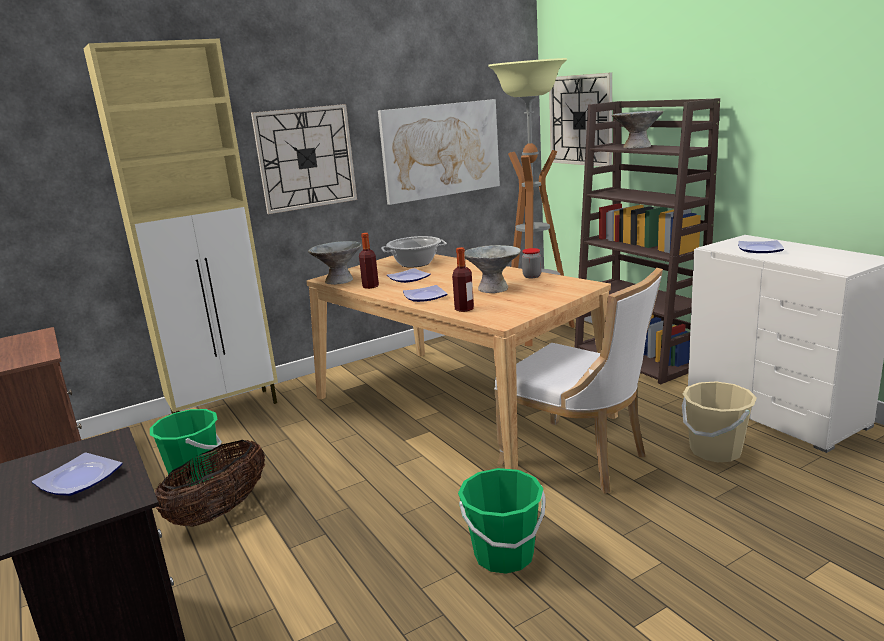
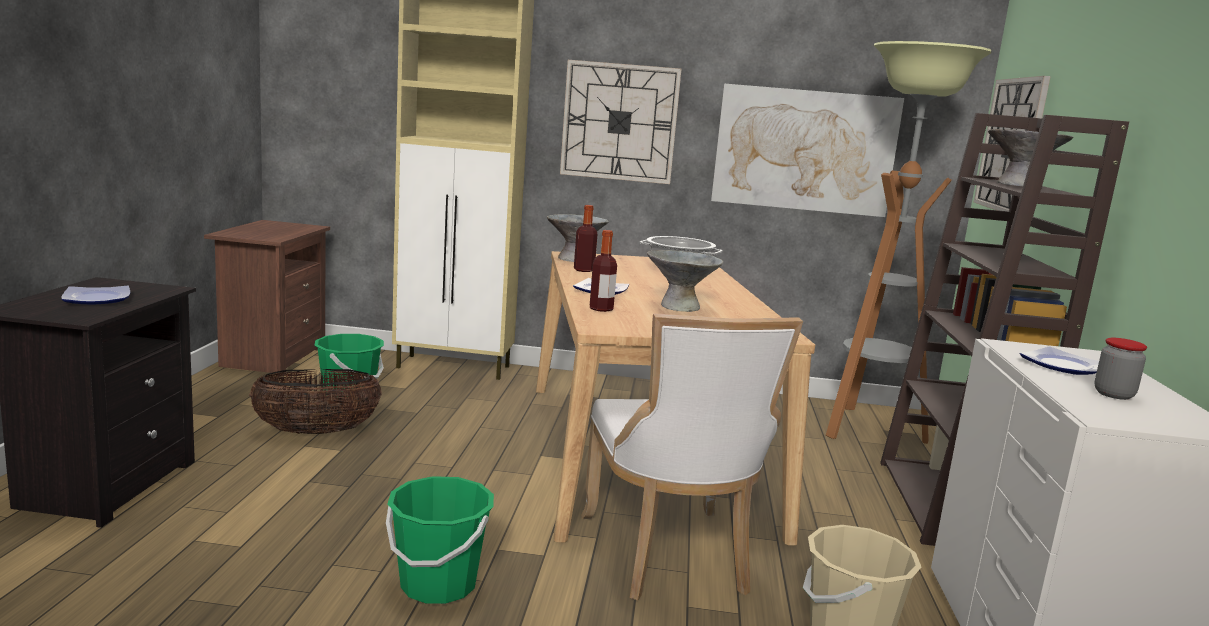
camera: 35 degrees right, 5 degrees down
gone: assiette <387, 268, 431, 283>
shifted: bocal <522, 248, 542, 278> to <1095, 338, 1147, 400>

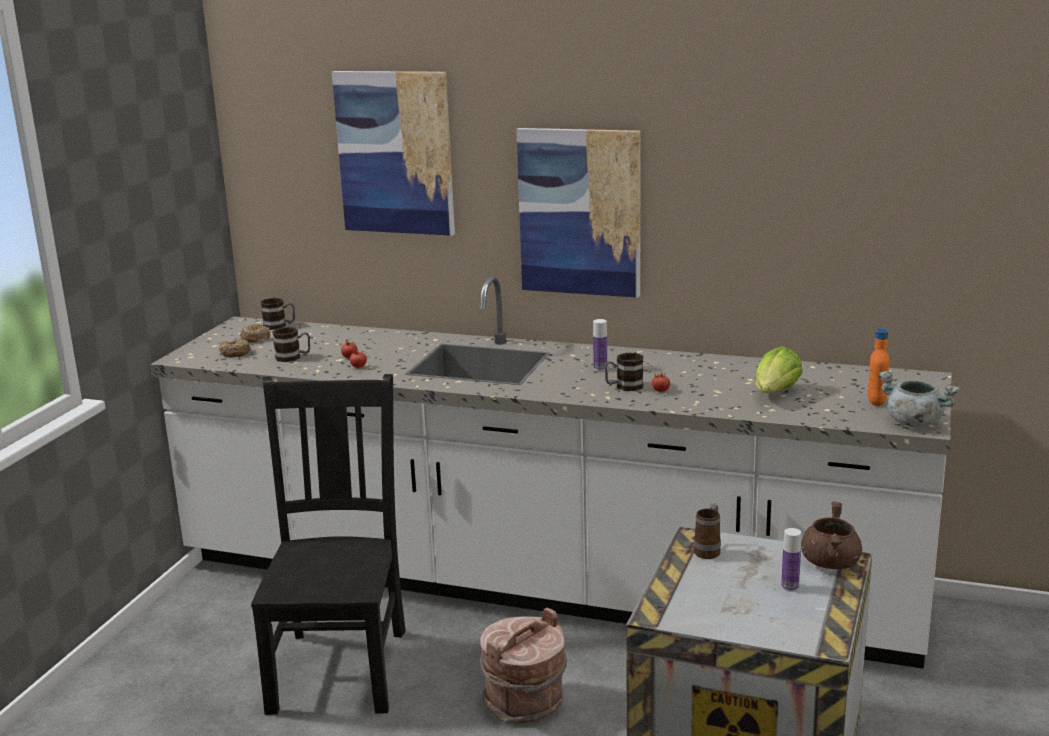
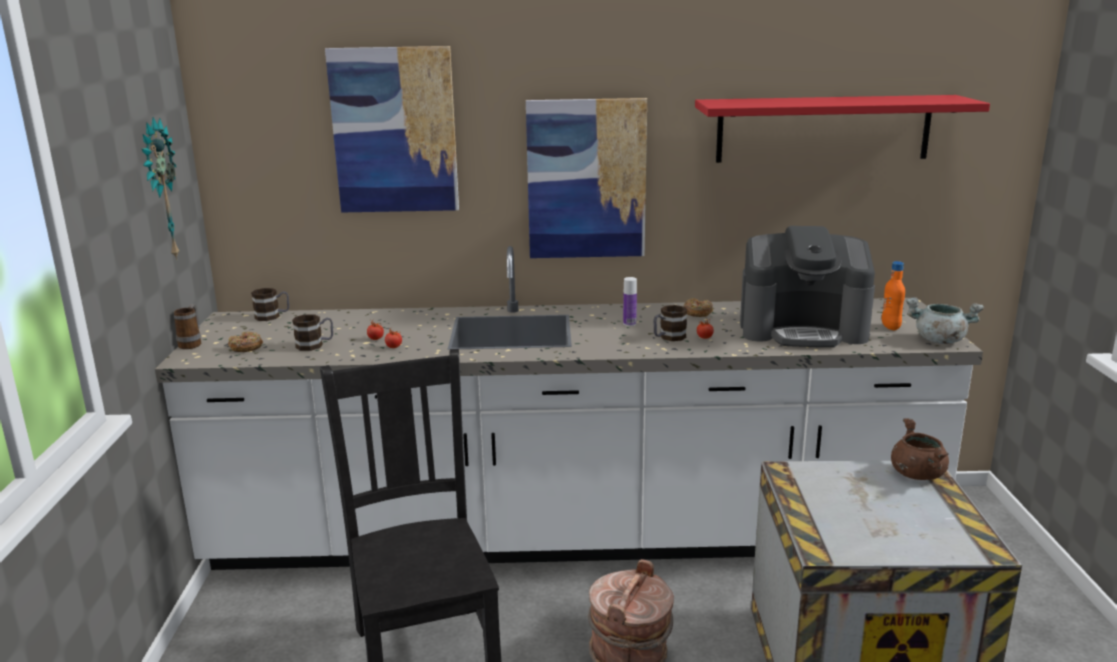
camera: 20 degrees left, 0 degrees up
gone: bouteille <781, 528, 801, 592>
new: horloge murale <142, 117, 180, 260>; étagère (rouge) <695, 95, 990, 163>
shifted: mug <694, 503, 721, 559> to <174, 304, 201, 349>; beignet <240, 324, 270, 343> to <684, 298, 713, 317>
swapped: laitue <755, 346, 803, 393> to machine à café <740, 226, 875, 347>

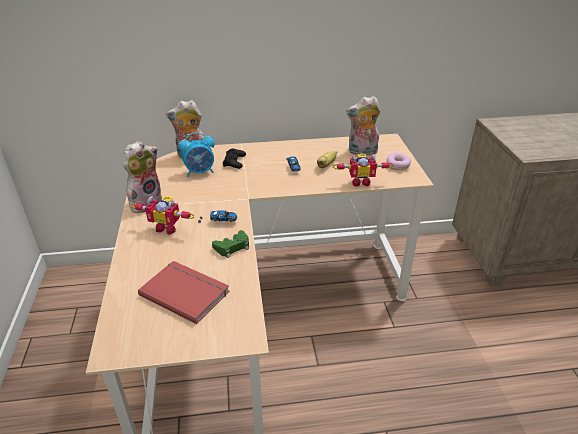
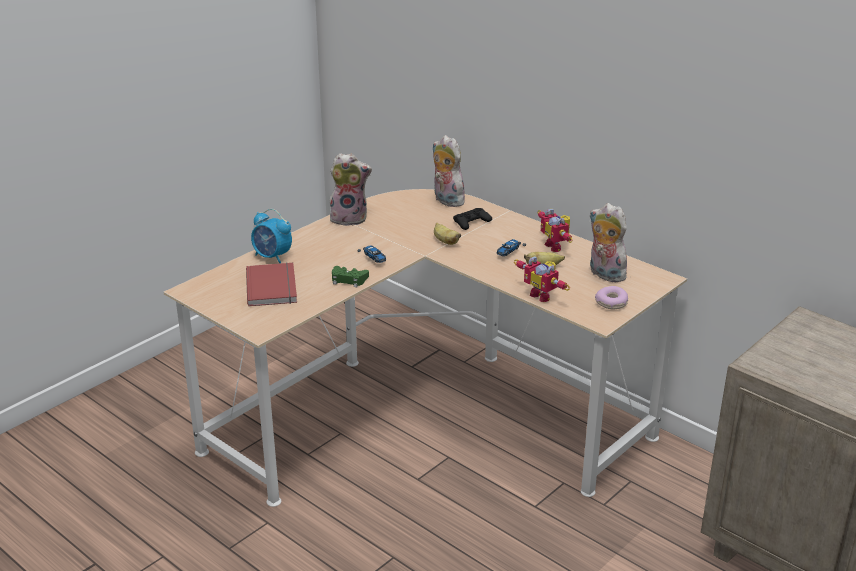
camera: 50 degrees right, 5 degrees down
new: banane <434, 223, 461, 245>
shifted: réveil <179, 132, 215, 177> to <251, 209, 292, 263>; robot jouet <132, 196, 194, 235> to <538, 209, 572, 252>

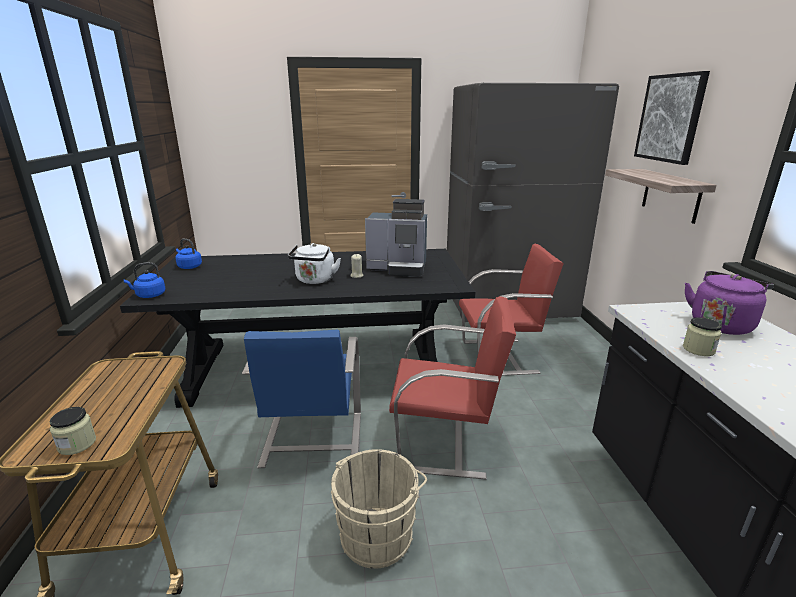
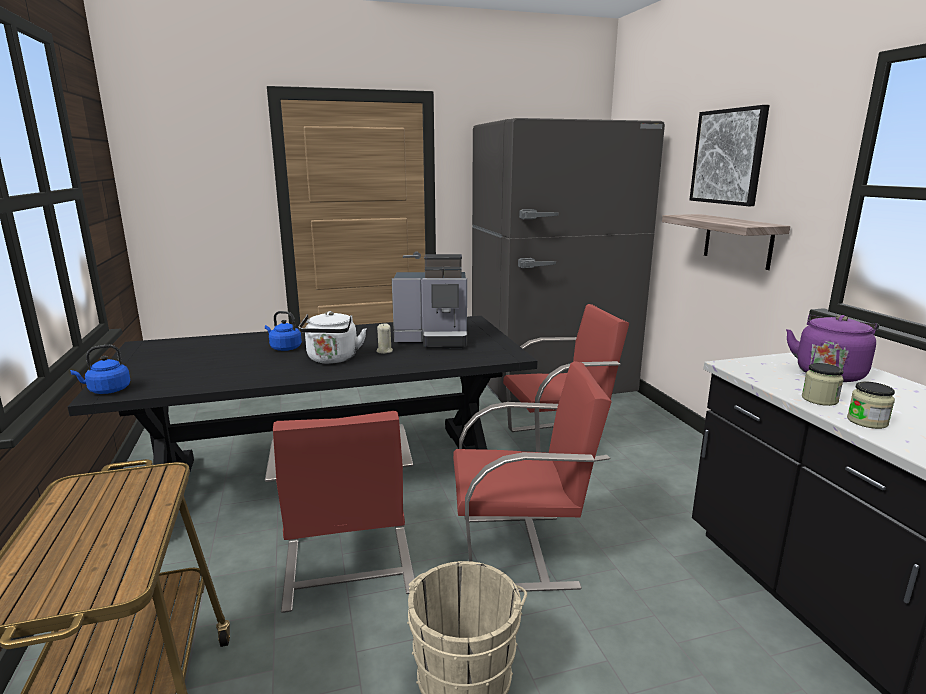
camera: 10 degrees left, 5 degrees down
shifted: bouilloire (bleu) <175, 239, 202, 269> to <265, 311, 302, 351>; bocal <49, 407, 96, 455> to <847, 382, 895, 429>
repainted: chaise (bleu) <242, 330, 361, 468> to chaise (rouge) <265, 411, 414, 613>

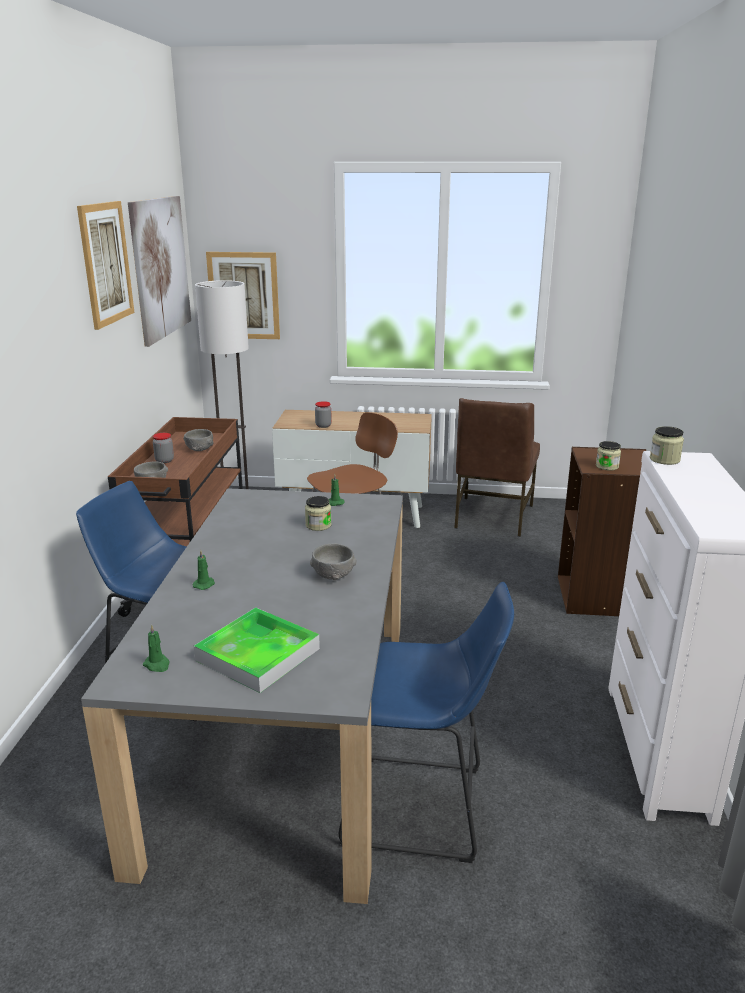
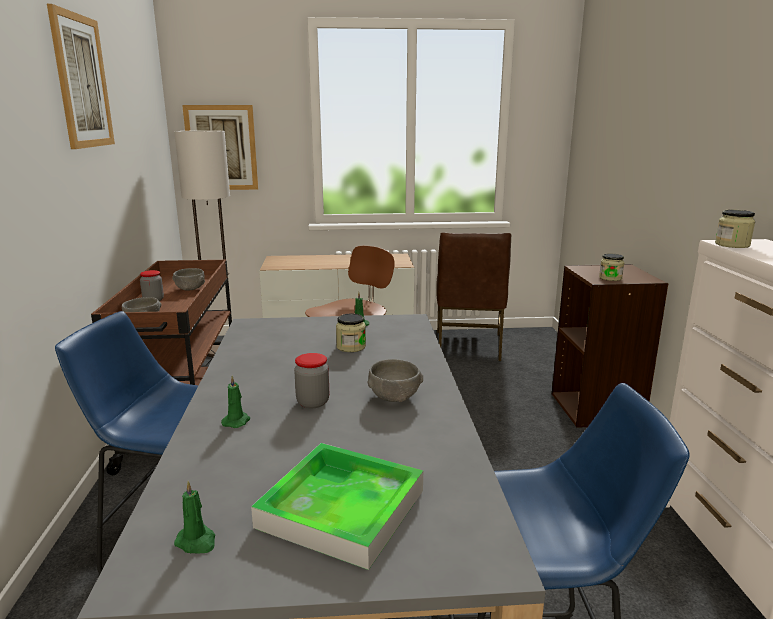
camera: 10 degrees left, 5 degrees down
gone: tableau <128, 196, 191, 347>
shifted: bocal <315, 401, 332, 428> to <294, 353, 329, 408>

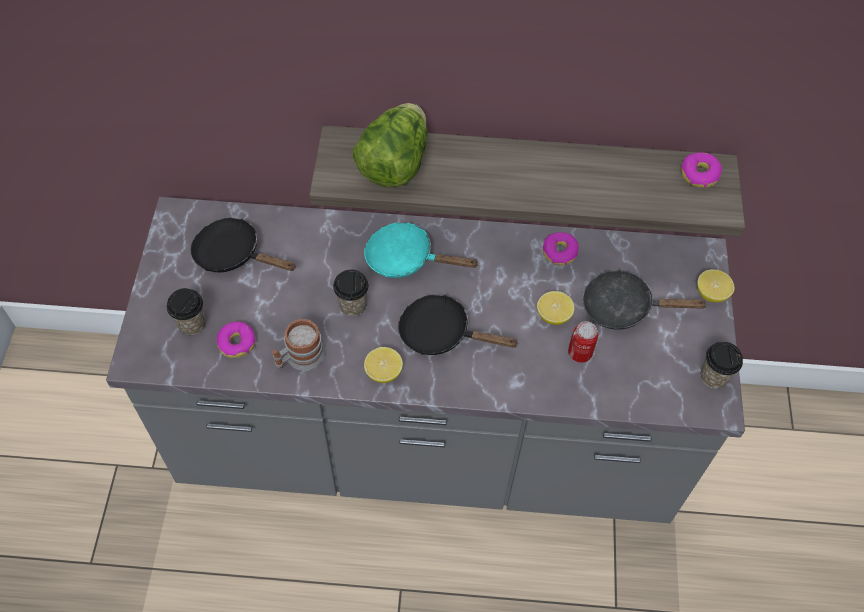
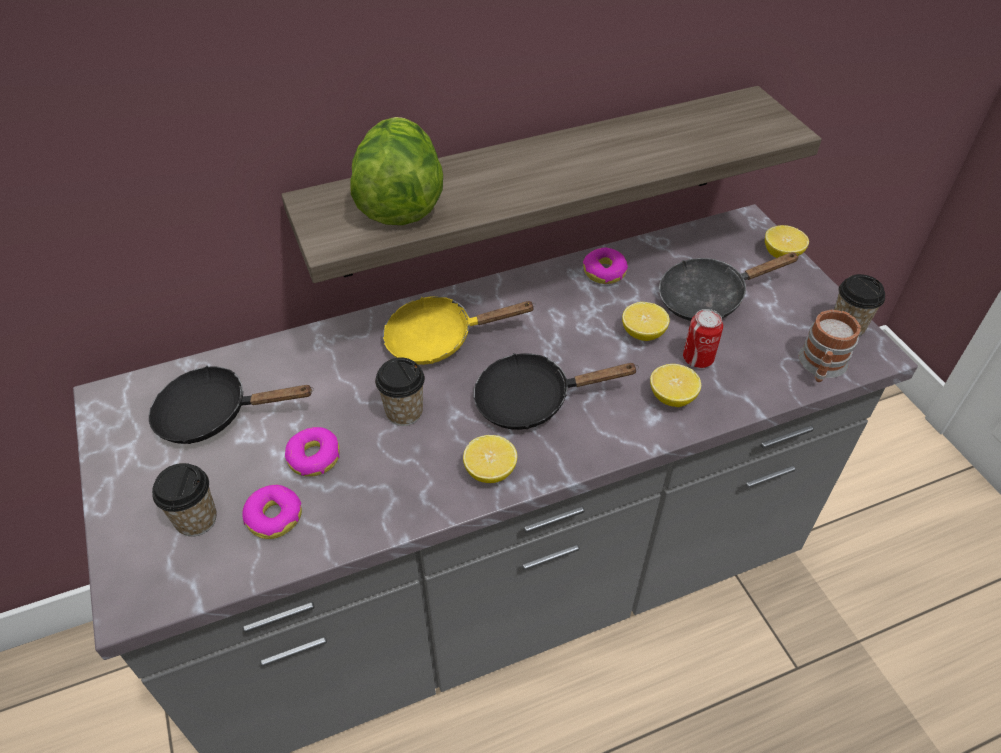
camera: 25 degrees left, 10 degrees down
new: citron <650, 364, 701, 407>
shifted: beignet <681, 152, 722, 188> to <285, 427, 340, 477>; mug <272, 319, 325, 370> to <798, 310, 861, 382>
repainted: poêle (turquoise) <364, 222, 479, 278> to poêle (jaune) <383, 297, 536, 365>

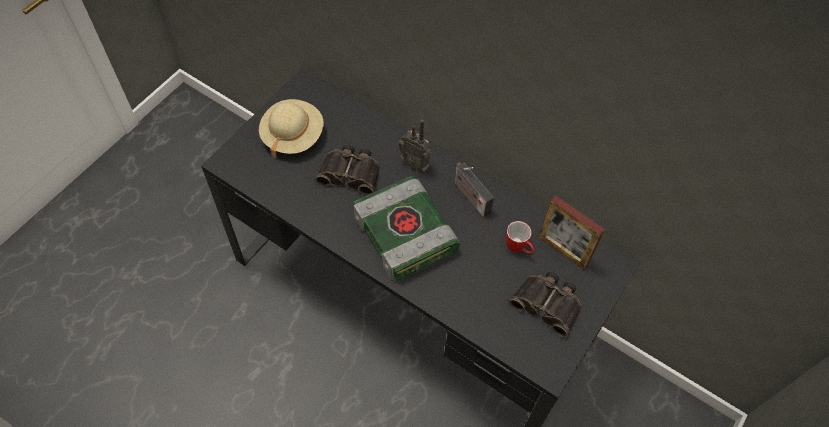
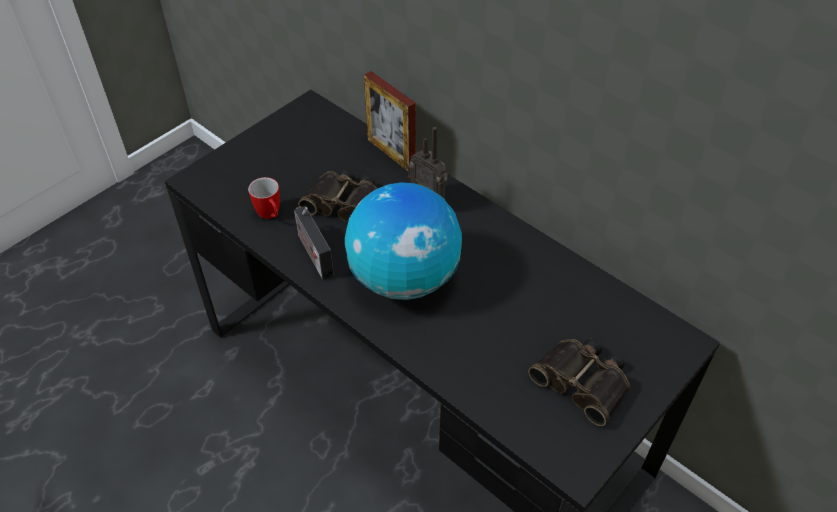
camera: 10 degrees right, 10 degrees down
gone: chapeau (beige) <259, 99, 324, 159>
shifted: mug <506, 221, 534, 253> to <248, 177, 280, 219>; radio <455, 162, 494, 217> to <294, 206, 334, 280>; cadre photo <539, 195, 605, 270> to <364, 71, 416, 172>
swapped: livre <354, 176, 460, 282> to globe <345, 182, 462, 300>

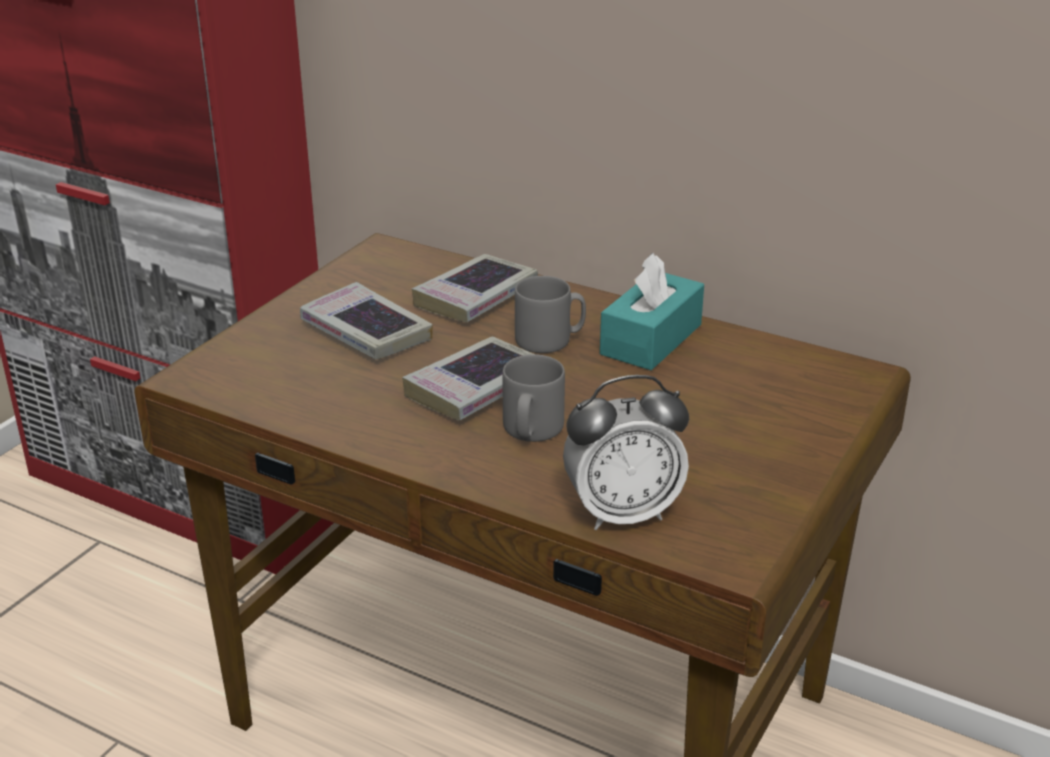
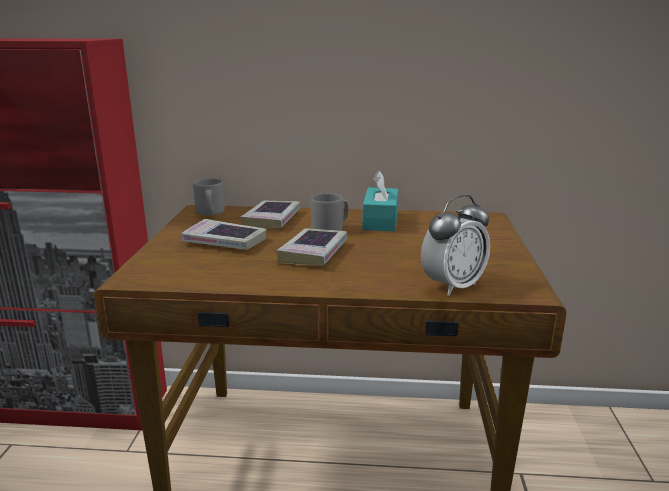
camera: 25 degrees left, 10 degrees down
shifted: mug (gris) <502, 354, 565, 442> to <193, 178, 225, 216>

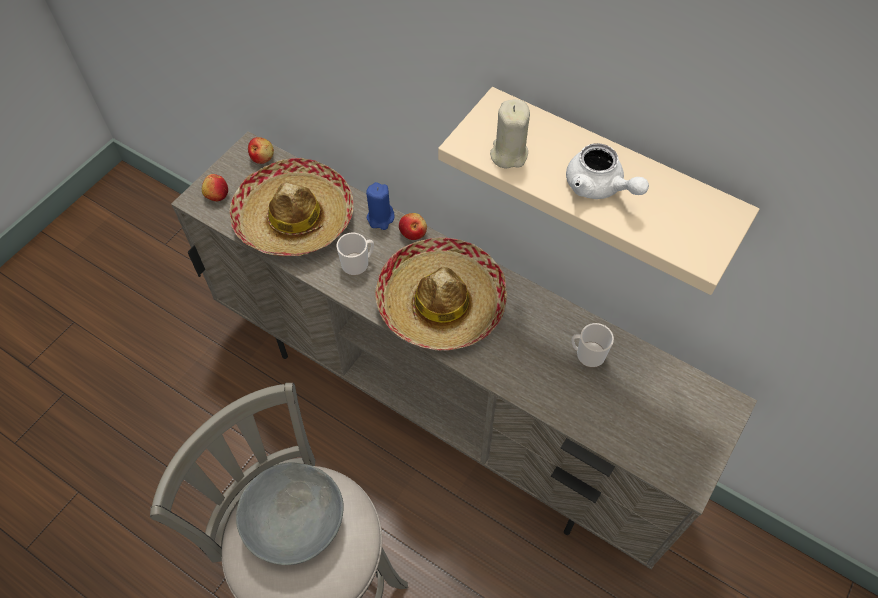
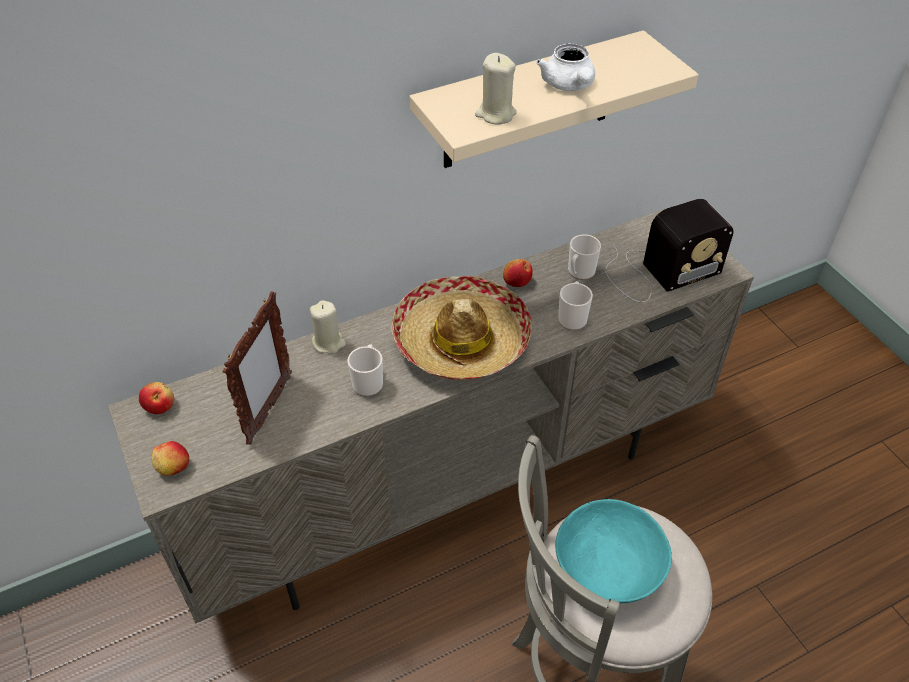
camera: 60 degrees left, 10 degrees down
new: mug <558, 281, 593, 330>; radio <605, 199, 734, 302>
shifted: pomme <399, 213, 427, 240> to <503, 259, 533, 287>
swapped: chapeau <229, 158, 354, 256> to cadre photo <223, 291, 292, 445>
repainted: bougie (bleu) <366, 182, 394, 230> to bougie (beige) <310, 300, 346, 354>; bol (gris) <236, 462, 343, 565> to bol (turquoise) <555, 499, 672, 603>
rotated: théière (blanc) <566, 143, 649, 199> = <536, 44, 595, 91> 90 degrees clockwise

